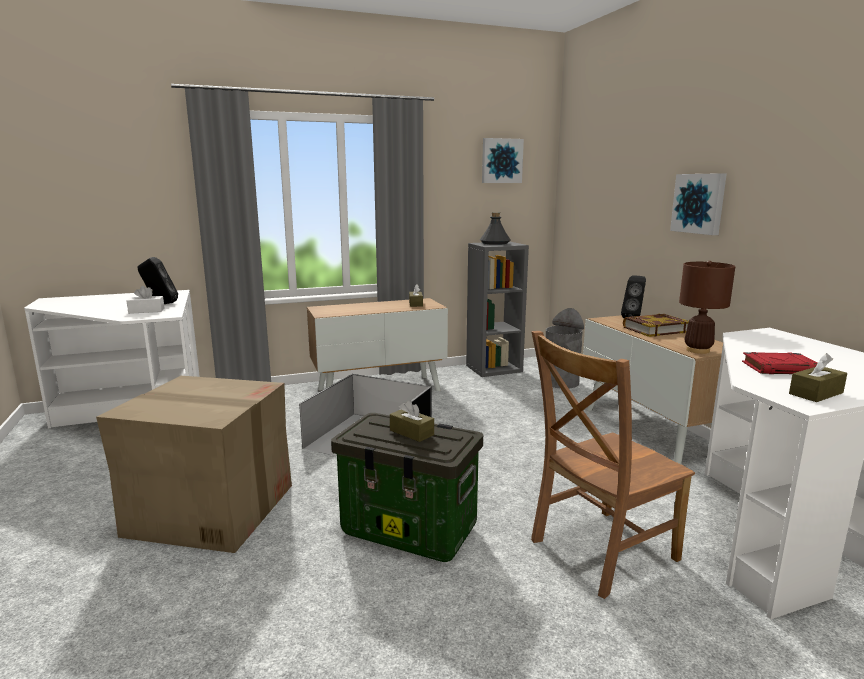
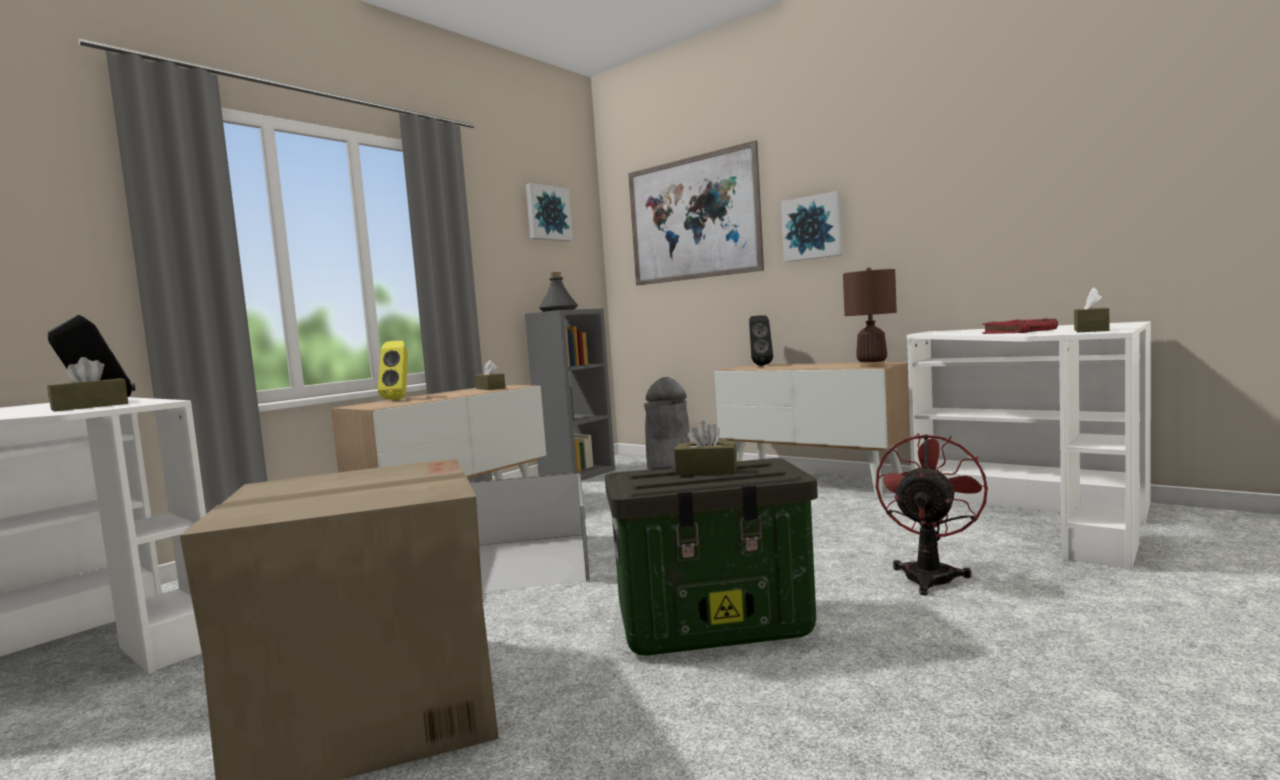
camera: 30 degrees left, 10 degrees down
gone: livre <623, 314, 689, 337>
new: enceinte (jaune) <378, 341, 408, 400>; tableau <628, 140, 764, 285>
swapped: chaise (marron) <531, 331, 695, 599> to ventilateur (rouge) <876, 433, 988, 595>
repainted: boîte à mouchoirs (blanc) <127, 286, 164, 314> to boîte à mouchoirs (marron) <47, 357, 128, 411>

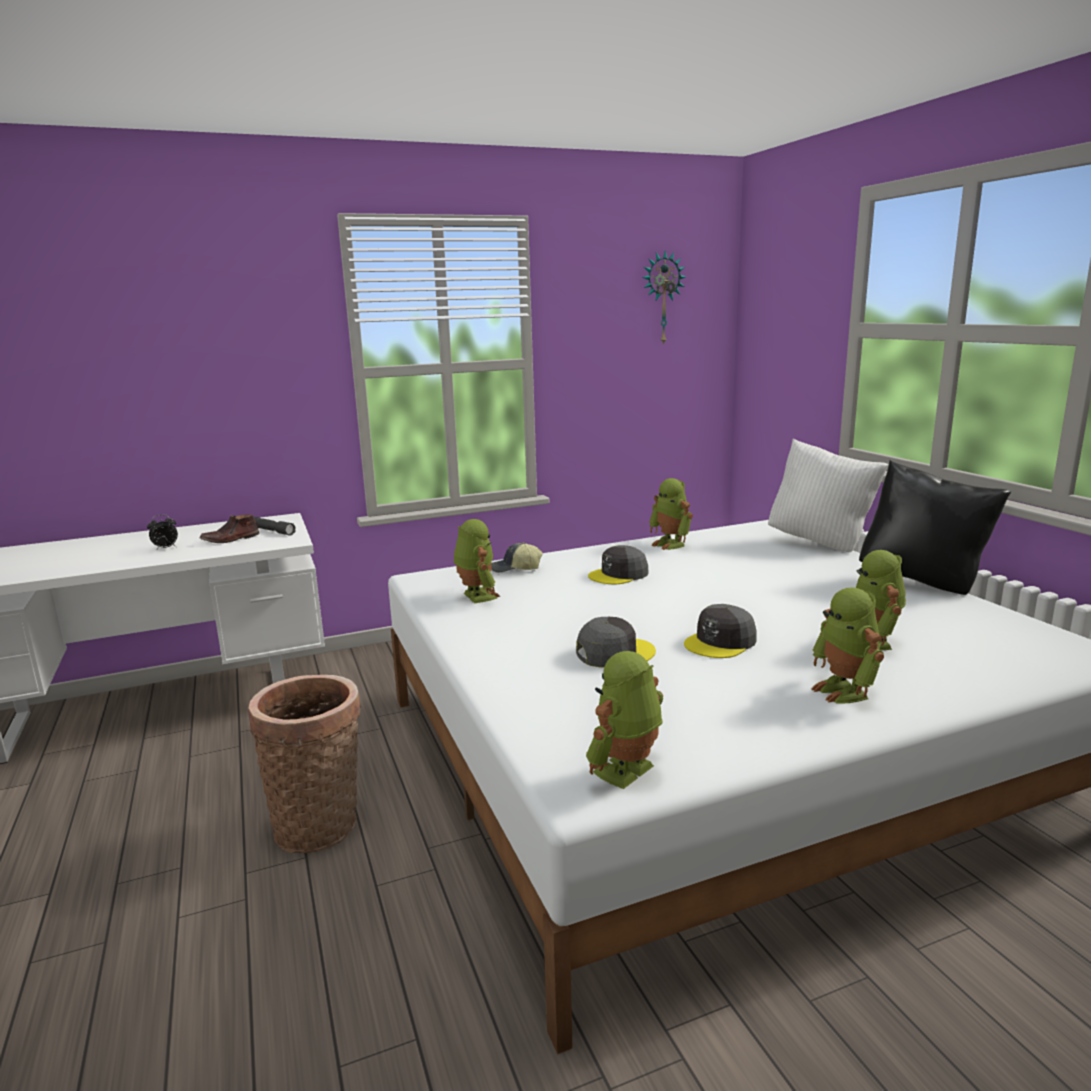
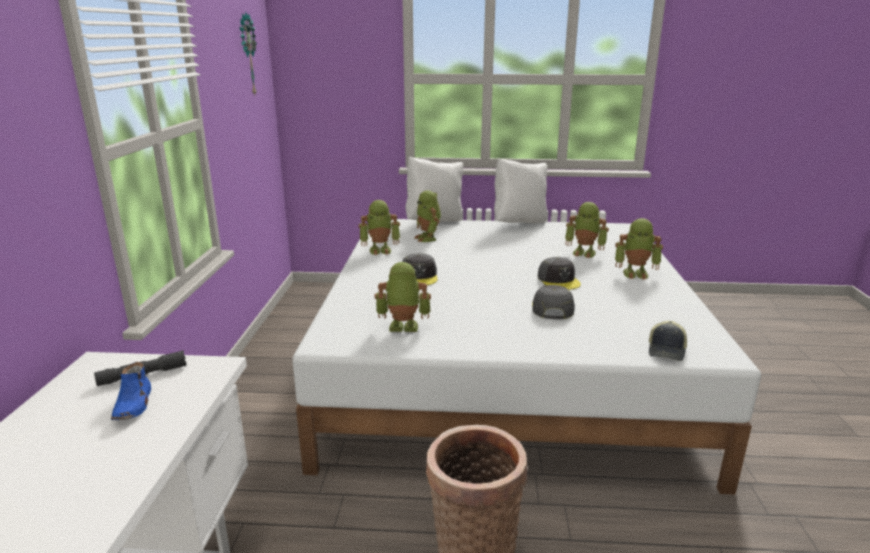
camera: 65 degrees left, 5 degrees up
gone: réveil <147, 515, 178, 551>
shifted: robot jouet <586, 651, 663, 789> to <414, 190, 441, 242>; casquette <491, 542, 543, 573> to <649, 321, 687, 361>
repainted: chaussure (marron) <200, 514, 259, 543> to chaussure (bleu) <111, 362, 151, 420>; coussin (noir) <859, 460, 1011, 595> to coussin (blanc) <494, 158, 547, 223>

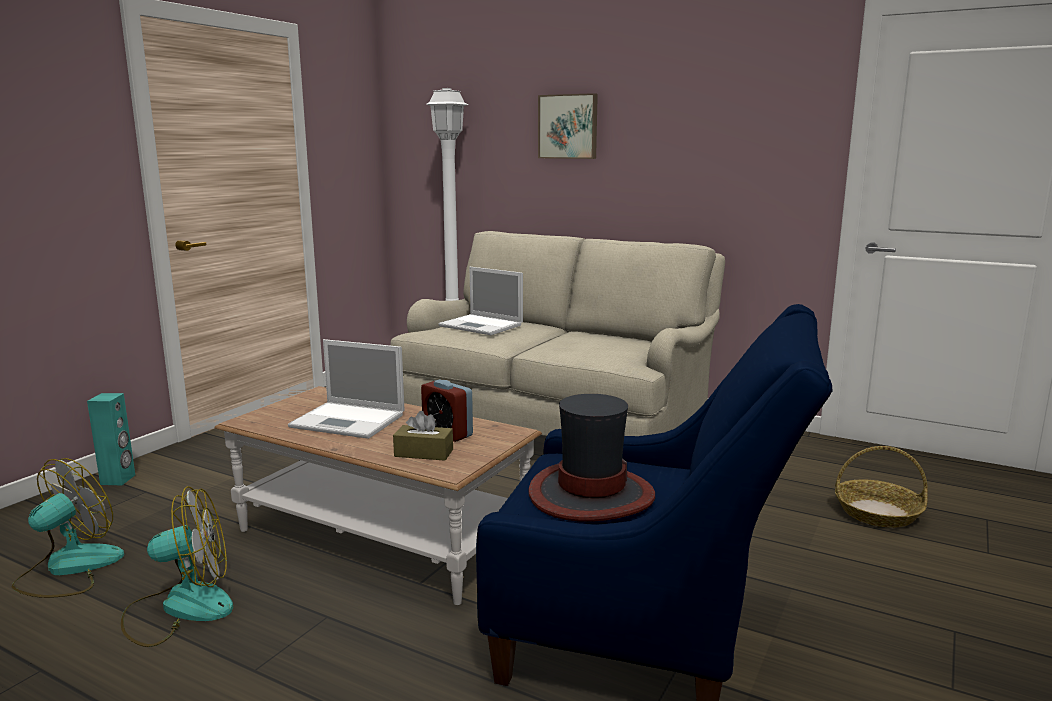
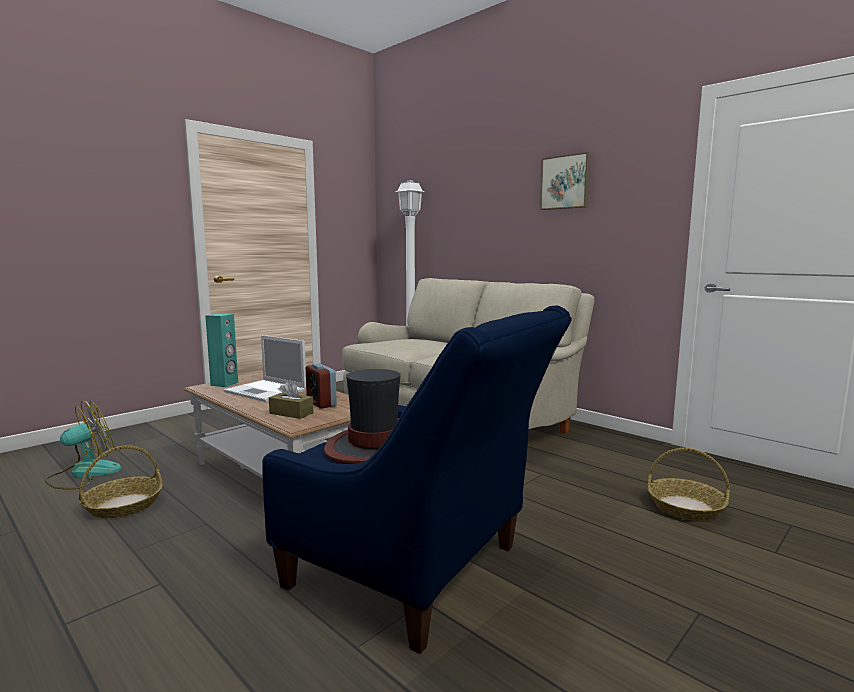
camera: 15 degrees right, 5 degrees down
gone: ordinateur portable <438, 267, 523, 335>
shifted: enceinte (turquoise) <87, 393, 135, 485> to <205, 313, 238, 387>; tableau <538, 93, 598, 159> to <540, 152, 591, 210>
swapped: ventilateur <121, 486, 233, 647> to panier <79, 445, 163, 519>

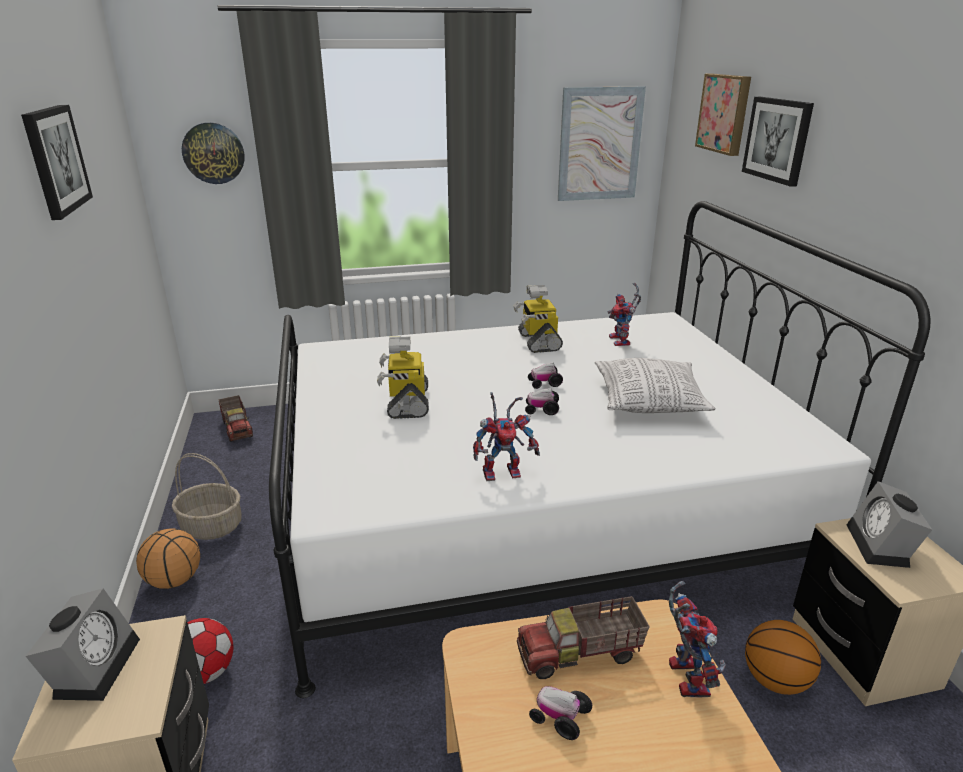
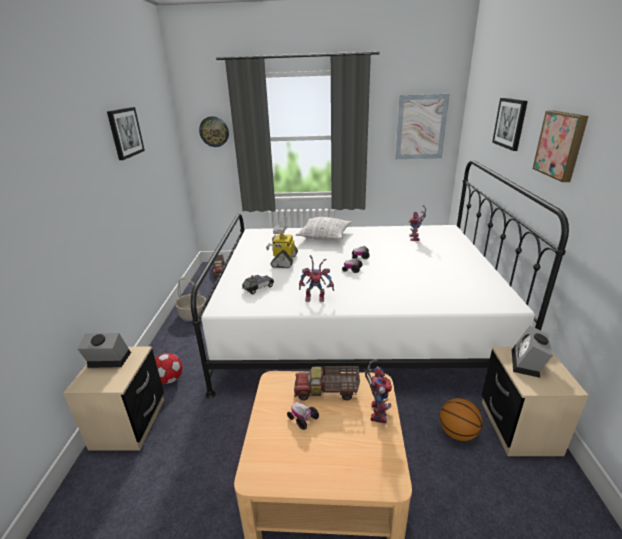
camera: 15 degrees right, 0 degrees up
gone: ballon de basket <136, 528, 200, 589>; robot jouet <513, 285, 563, 353>
new: petite voiture <242, 275, 274, 294>
shifted: coussin <595, 358, 716, 413> to <296, 217, 352, 240>; tableau <695, 74, 751, 156> to <533, 110, 589, 182>
rotated: réveil <26, 588, 140, 701> = <77, 333, 131, 368> 105 degrees counterclockwise

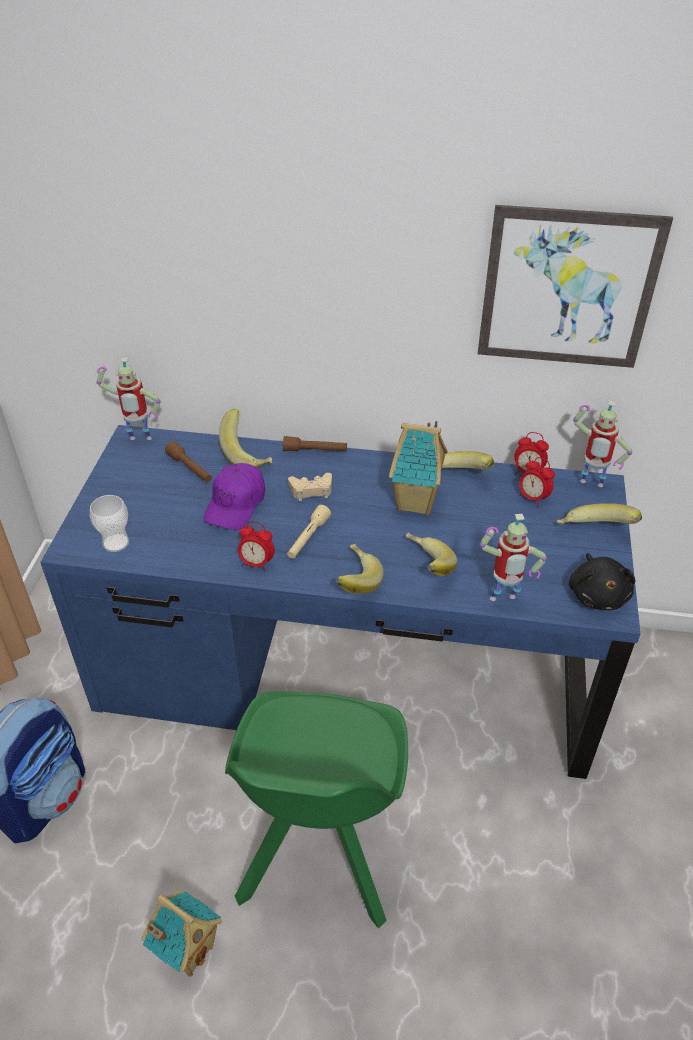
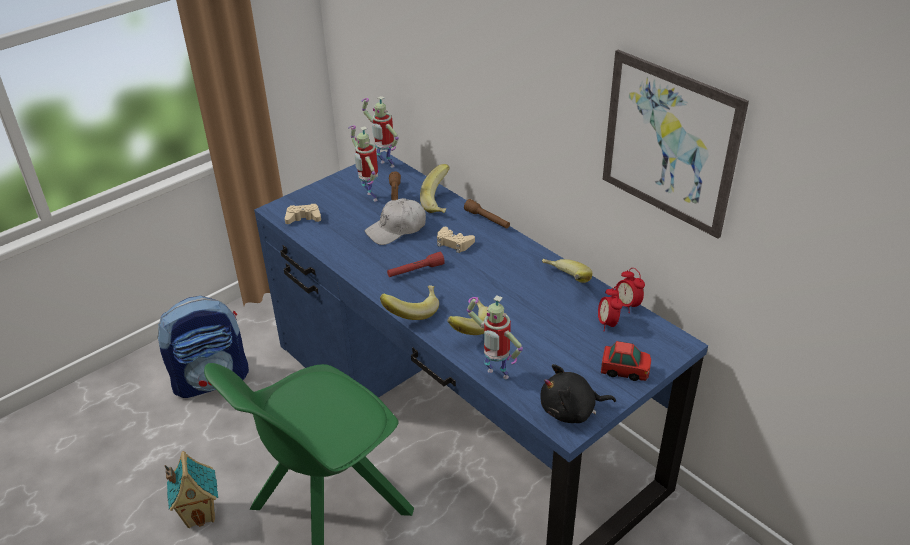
camera: 40 degrees right, 5 degrees down
gone: réveil <238, 522, 275, 572>; maison miniature <389, 421, 448, 515>
shifted: robot jouet <573, 401, 632, 487> to <348, 126, 378, 202>
swapped: tasse <90, 495, 129, 552> to manette (beige) <285, 204, 321, 224>; banane <557, 503, 642, 525> to petite voiture <601, 341, 651, 381>
repainted: casquette (violet) <203, 463, 265, 530> to casquette (blanc) <365, 198, 426, 245>; lampe de poche (beige) <287, 505, 331, 559> to lampe de poche (rouge) <387, 252, 445, 277>
rotated: peluche (noir) <569, 553, 636, 610> = <540, 364, 616, 423> 45 degrees clockwise

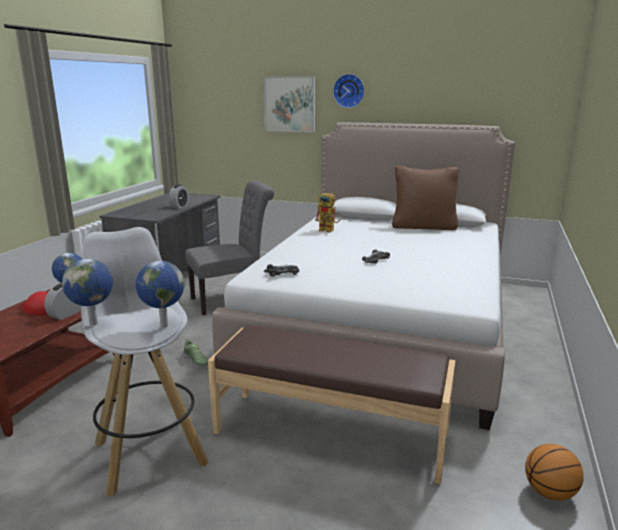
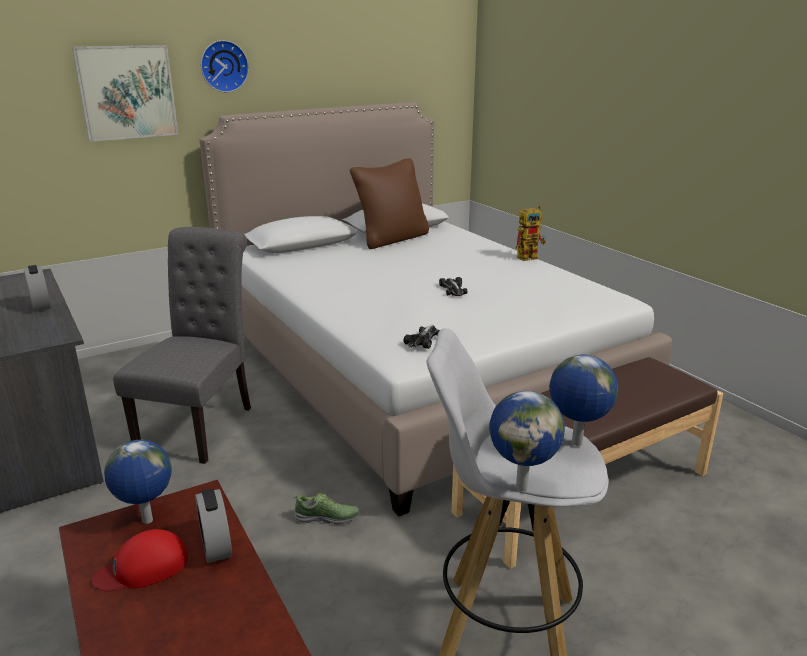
camera: 50 degrees left, 5 degrees up
gone: ballon de basket <525, 444, 584, 501>
shifted: robot jouet <315, 193, 342, 233> to <516, 206, 546, 261>

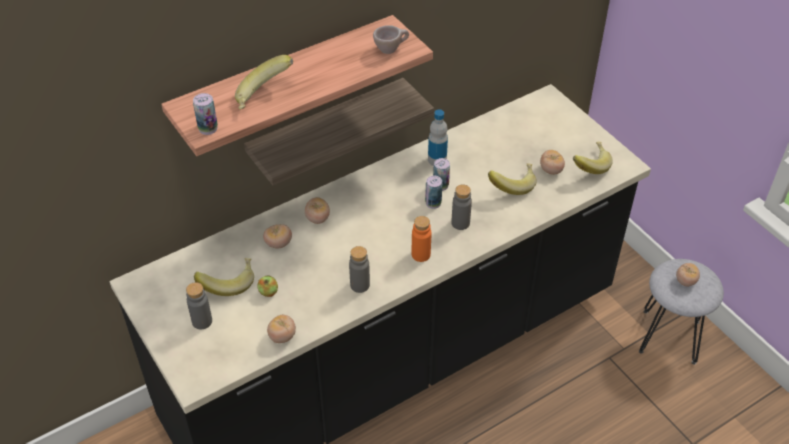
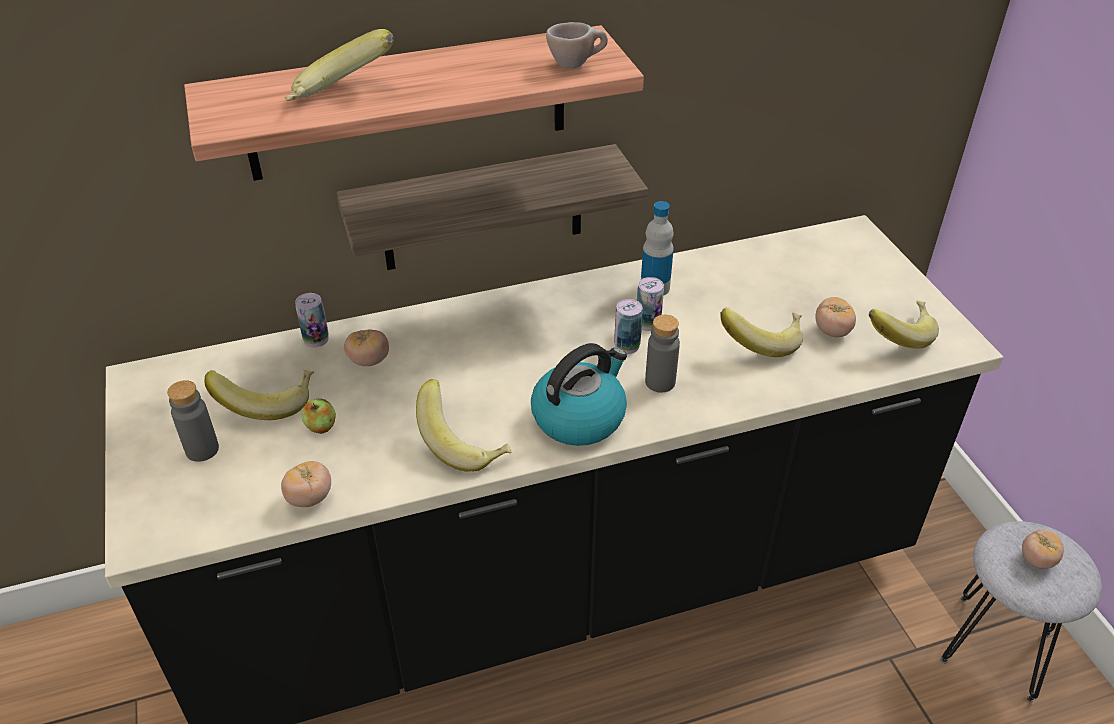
camera: 15 degrees right, 5 degrees down
gone: tomate <305, 197, 330, 224>
shifted: boîte métallique <193, 93, 218, 135> to <295, 293, 329, 348>
swapped: bouteille (gris) <349, 246, 370, 293> to banane <416, 379, 512, 472>; bouteille (orange) <412, 216, 431, 262> to bouilloire <531, 343, 627, 446>

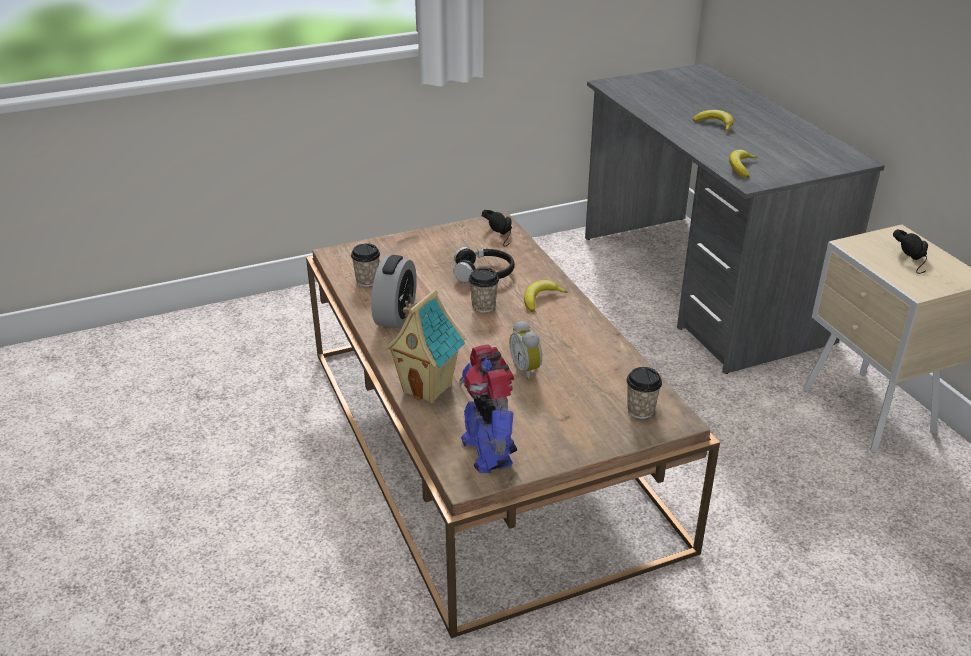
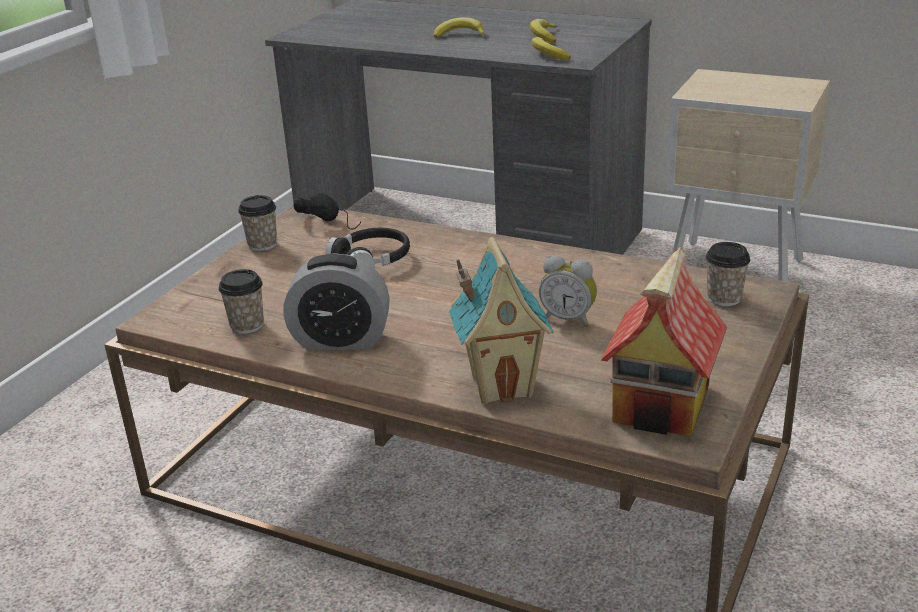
camera: 40 degrees left, 5 degrees down
gone: casque audio (noir) <893, 229, 928, 274>
shifted: tasse <469, 267, 499, 313> to <238, 195, 277, 251>; banane <524, 280, 568, 312> to <530, 19, 558, 43>
swapped: robot jouet <459, 344, 517, 473> to maison miniature <601, 246, 727, 437>
rotated: réveil <371, 255, 417, 328> = <283, 253, 390, 350> 120 degrees clockwise

